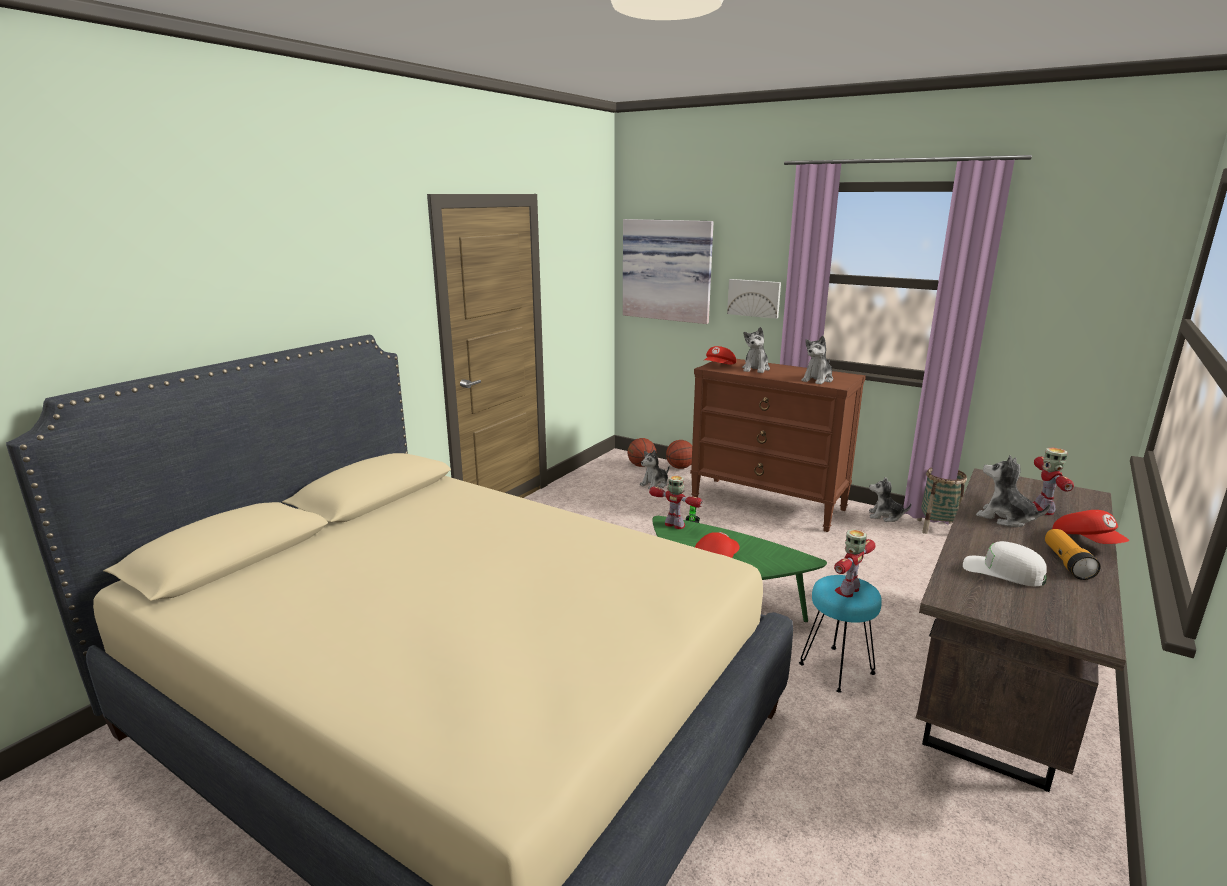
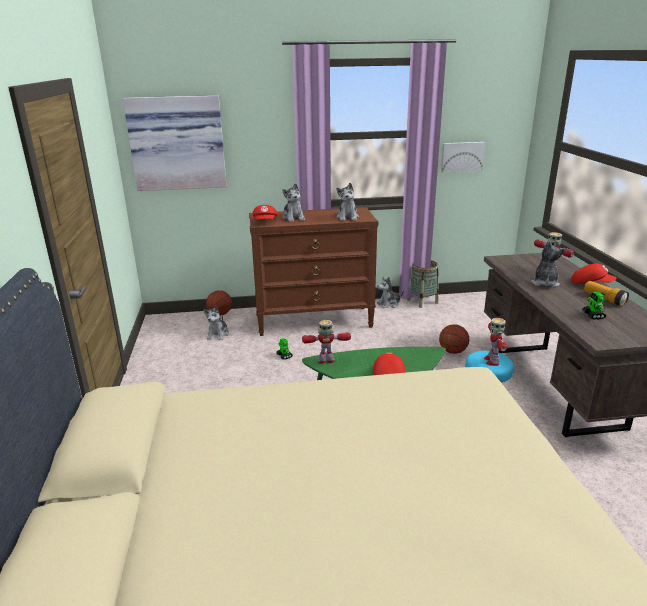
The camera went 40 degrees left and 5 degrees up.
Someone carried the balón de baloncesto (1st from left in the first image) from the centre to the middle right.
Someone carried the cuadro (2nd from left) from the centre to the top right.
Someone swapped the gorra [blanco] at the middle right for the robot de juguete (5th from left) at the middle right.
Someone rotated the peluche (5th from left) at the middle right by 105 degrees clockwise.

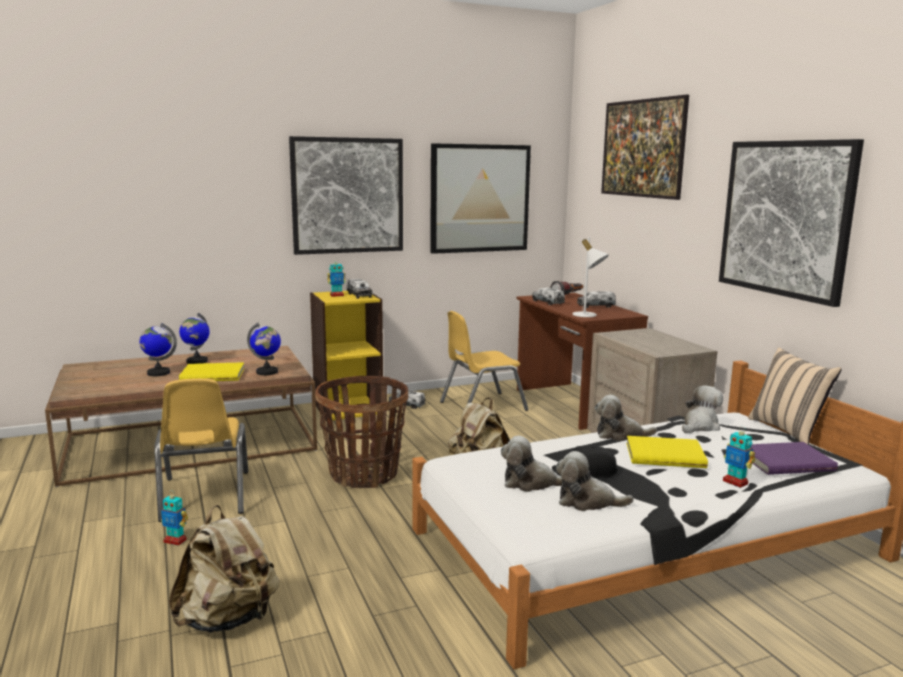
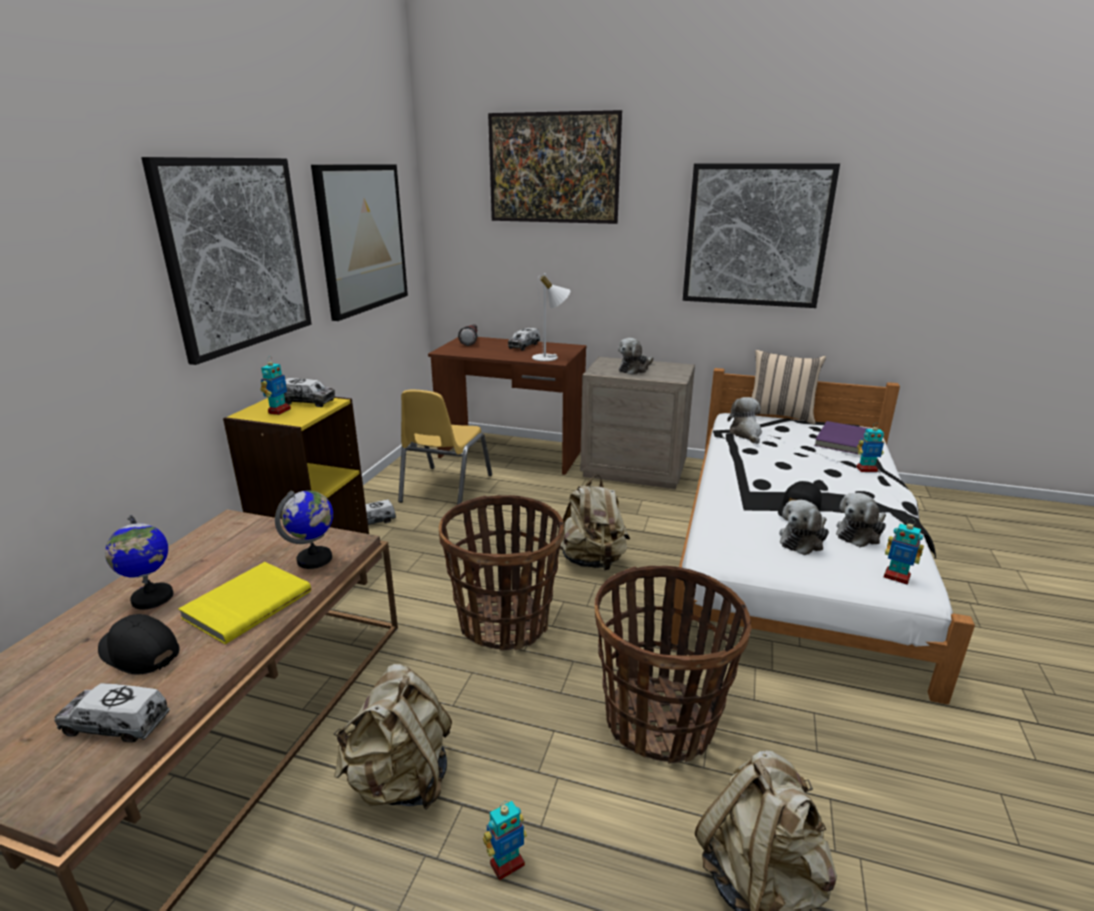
The camera went 50 degrees left and 10 degrees up.
Someone swapped the globo terráqueo (1st from left) at the middle left for the gorra [negro] (1st from left) at the bottom left.
Someone swapped the silla [amarillo] (1st from left) at the middle left for the mochila [beis] (1st from left) at the bottom centre.
Someone carried the camión de juguete (3rd from left in the first image) from the centre to the bottom left.
Someone carried the peluche (3rd from left in the first image) from the middle right to the centre.
Someone took away the libro [amarillo] (2nd from left) at the bottom right.
Someone put down the cesta (2nd from left) at the bottom centre.
Someone put down the robot de juguete (4th from left) at the middle right.

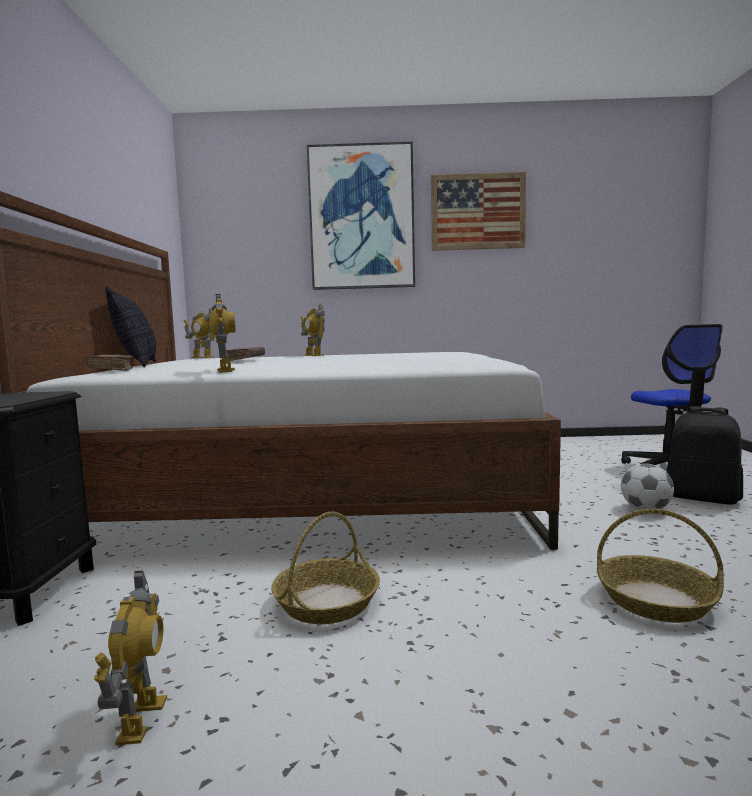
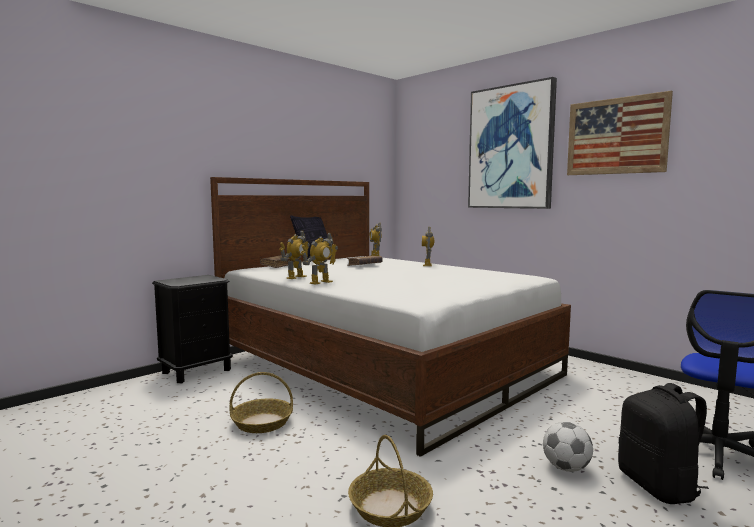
The camera went 45 degrees right and 0 degrees up.
Someone carried the robot de juguete (1st from left in the first image) from the bottom left to the centre.

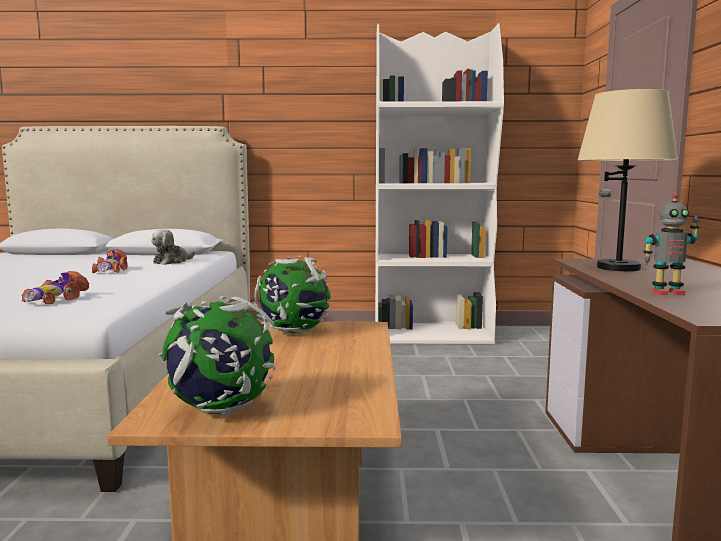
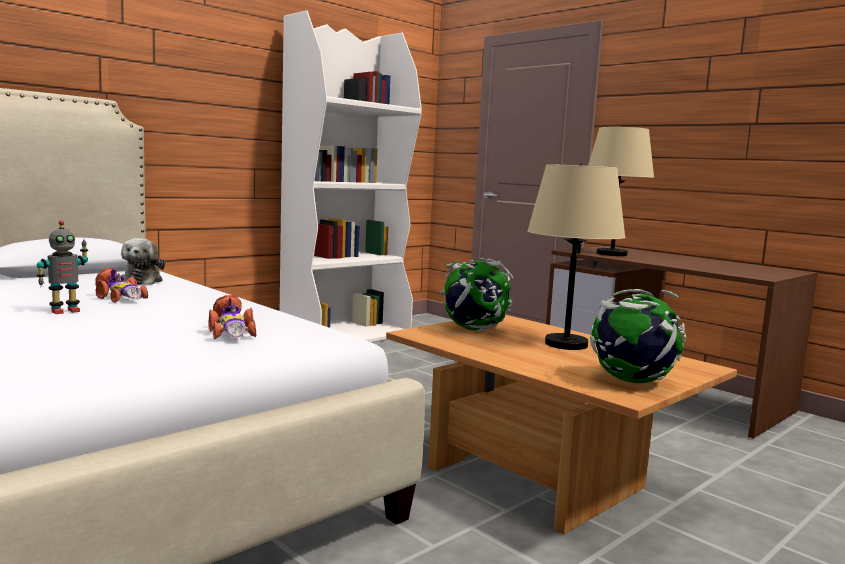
The camera went 45 degrees left and 0 degrees up.
Someone carried the robot de juguete from the middle right to the middle left.
Someone put down the lámpara de mesa [beis] (1st from left) at the middle right.

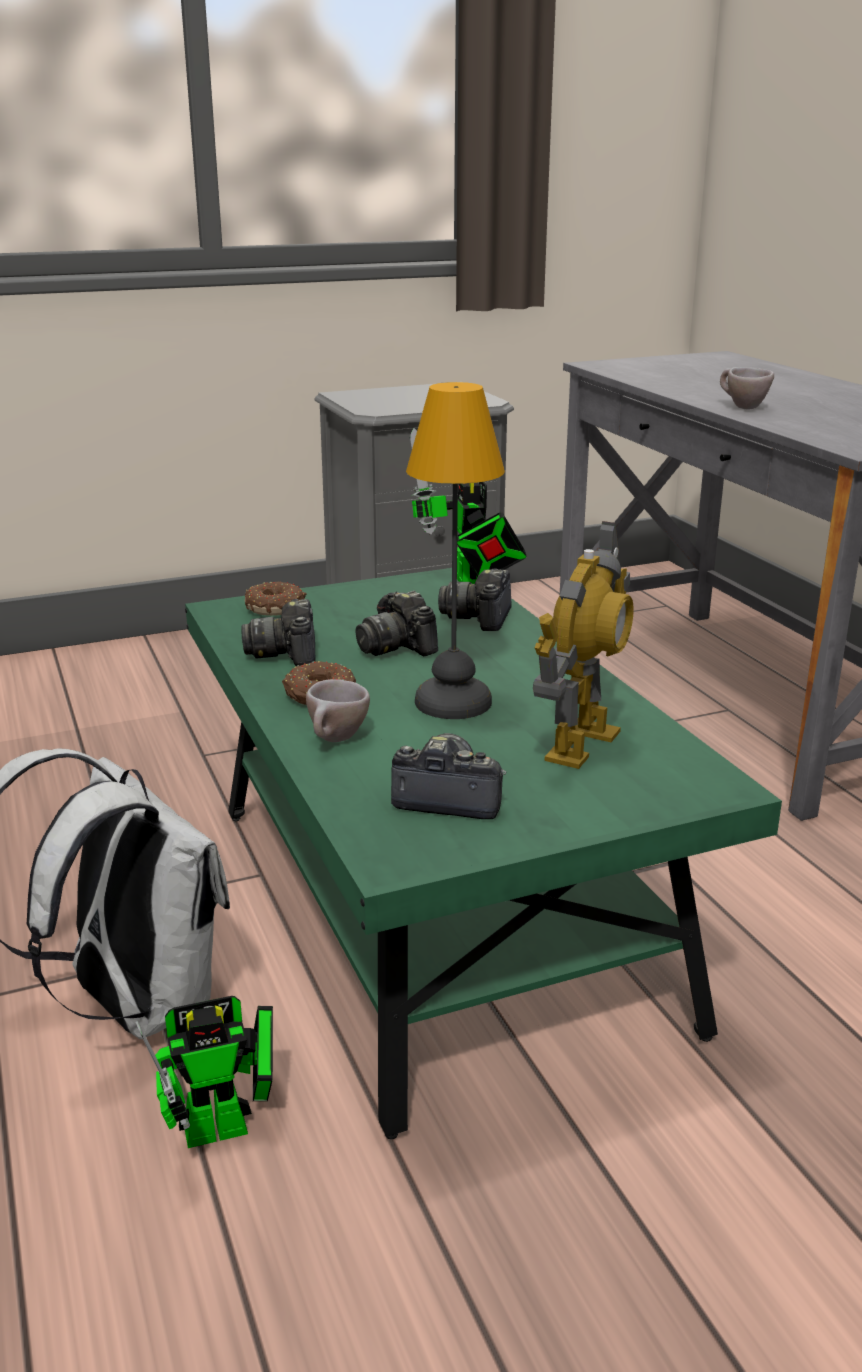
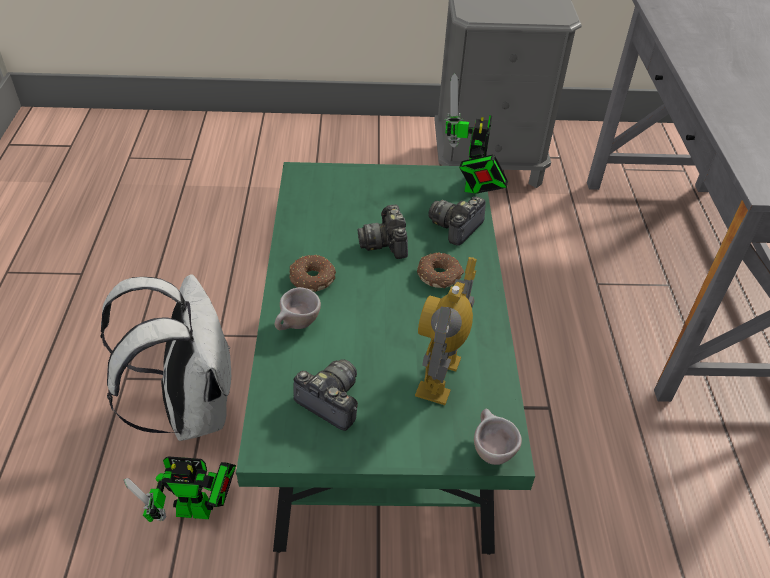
The camera went 20 degrees right and 20 degrees up.
Someone took away the cámara (1st from left) at the middle left.
Someone carried the rosquilla (1st from left in the first image) from the middle left to the centre.
Someone took away the lámpara de mesa at the centre.
Someone rotated the robot de juguete (3rd from left in the first image) at the middle right by 150 degrees clockwise.
Someone carried the taza [beis] (2nd from left) from the top right to the bottom centre.

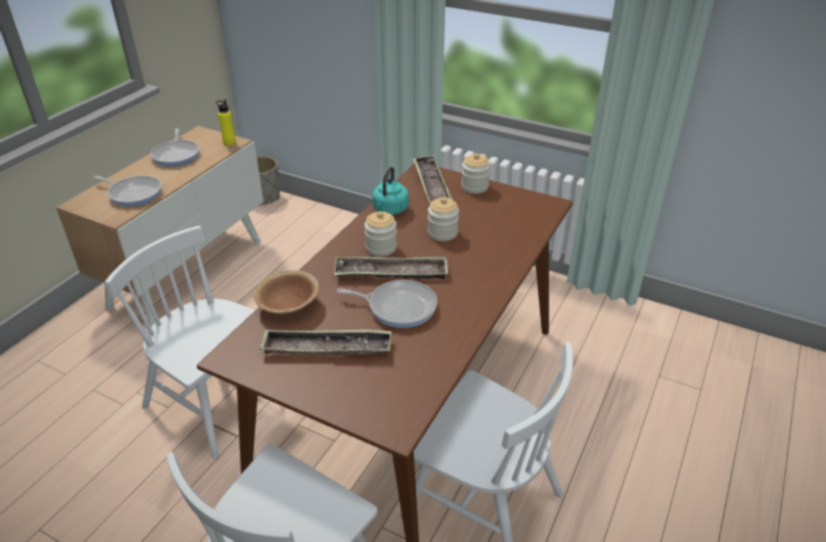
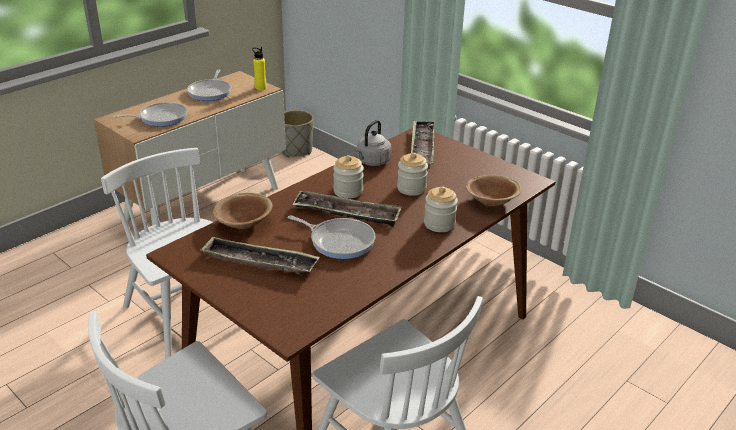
The camera went 15 degrees right and 5 degrees down.
Someone rotated the sartén (1st from left) at the middle left by 60 degrees counterclockwise.
Someone repainted the hervidor [turquesa] at the centre, which became the hervidor [gris] at the top centre.
Someone carried the tarro (3rd from left) from the top centre to the centre.
Someone put down the cuenco [marrón] (2nd from left) at the middle right.

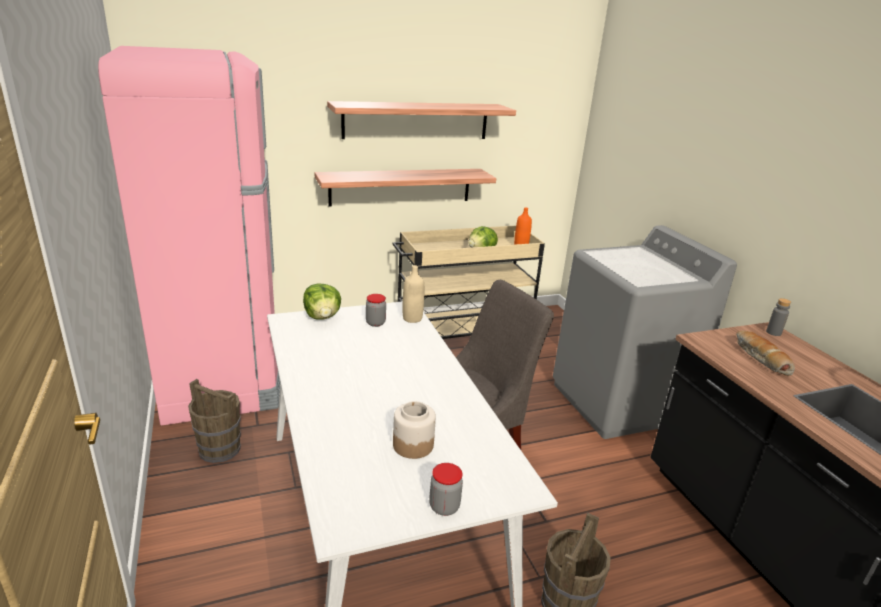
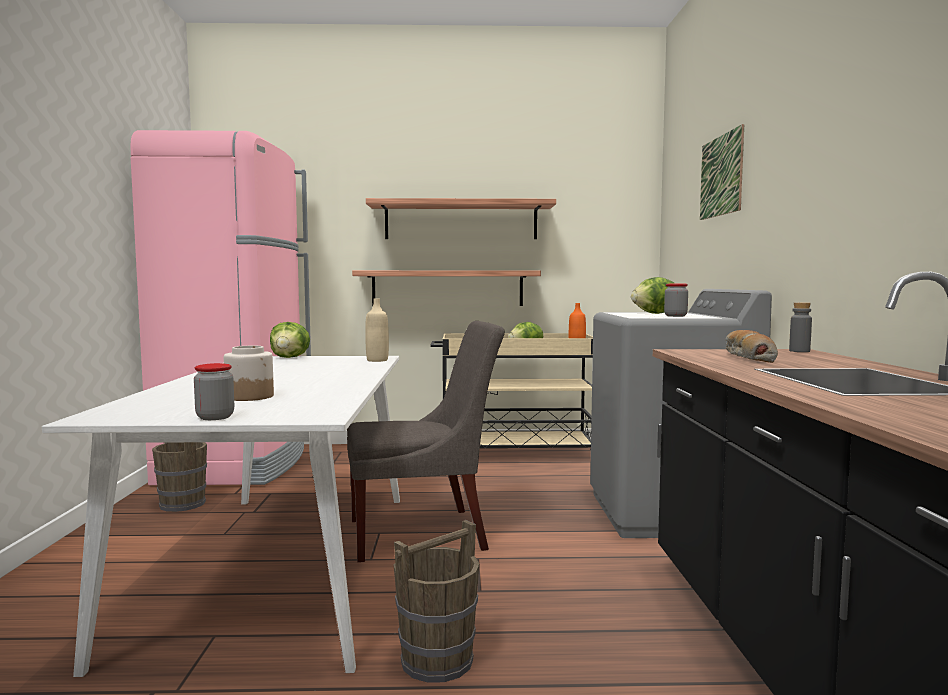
The camera went 20 degrees right and 20 degrees down.
Someone carried the tarro (1st from left in the first image) from the centre to the middle right.
Someone put down the lechuga (3rd from left) at the middle right.
Someone put up the cuadro at the top right.

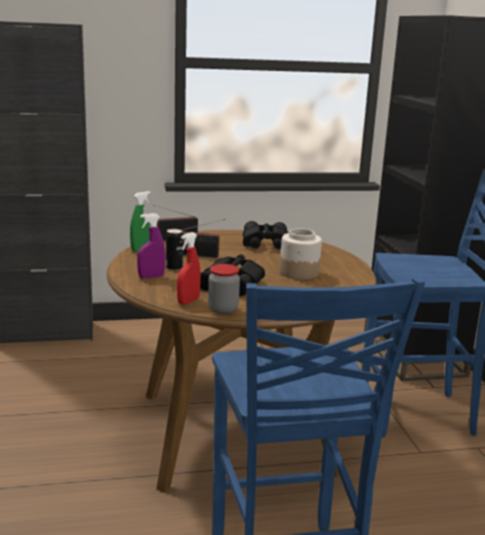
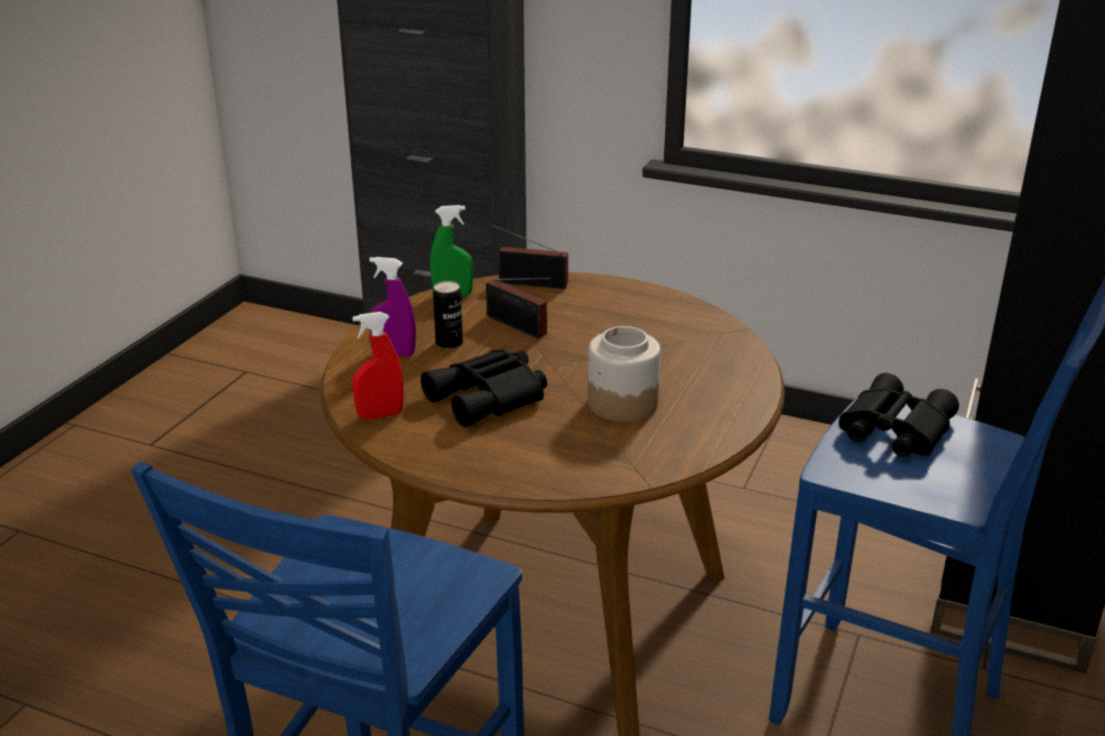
The camera went 35 degrees right and 10 degrees up.
Someone took away the tarro (1st from left) at the centre.
Someone carried the prismáticos [negro] (2nd from left) from the centre to the middle right.

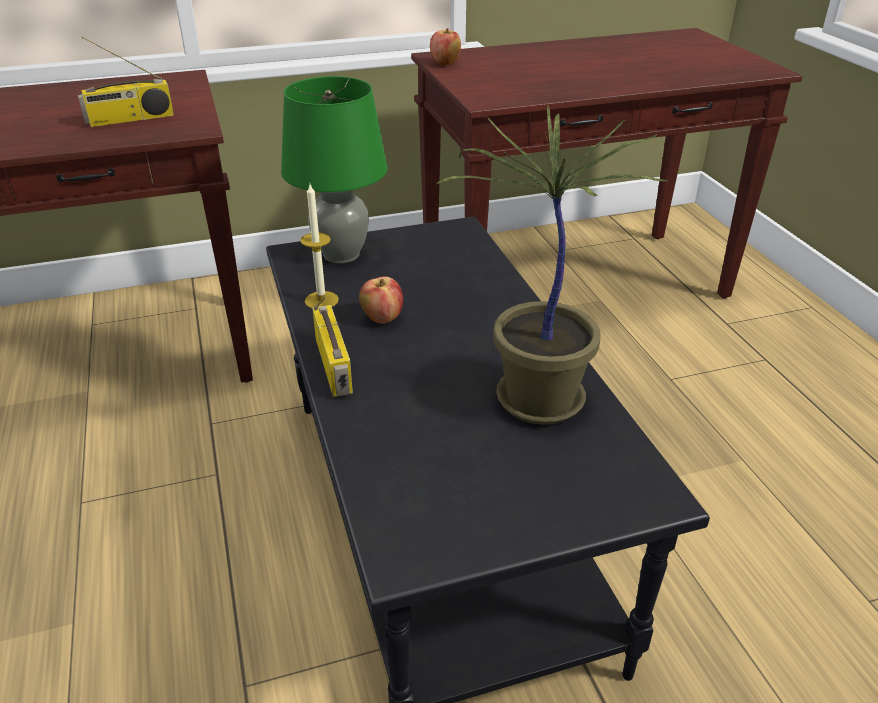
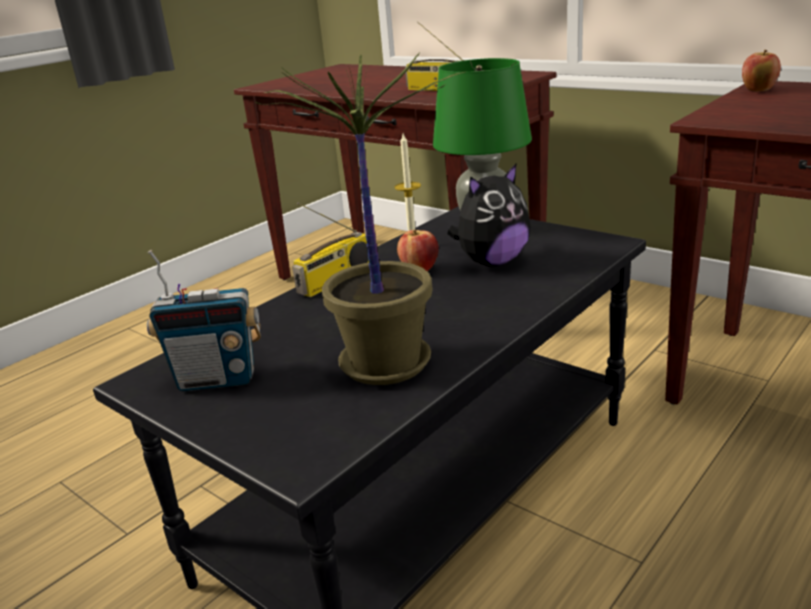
The camera went 60 degrees right and 10 degrees down.
Someone put down the radio (1st from left) at the middle left.
Someone put down the peluche at the centre.

